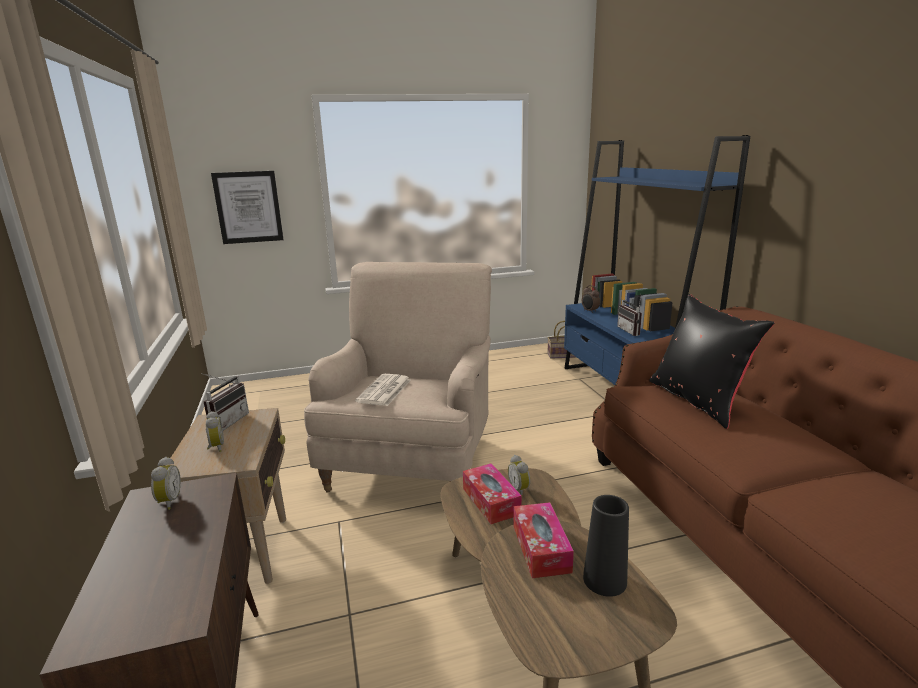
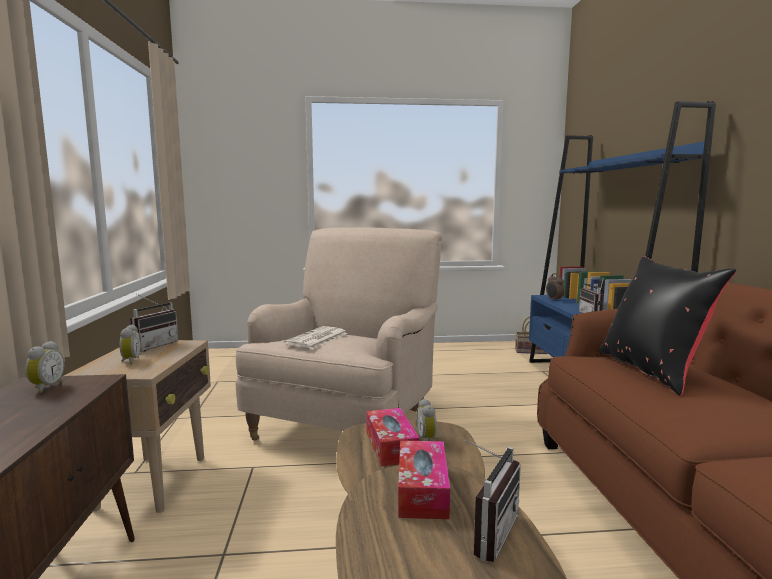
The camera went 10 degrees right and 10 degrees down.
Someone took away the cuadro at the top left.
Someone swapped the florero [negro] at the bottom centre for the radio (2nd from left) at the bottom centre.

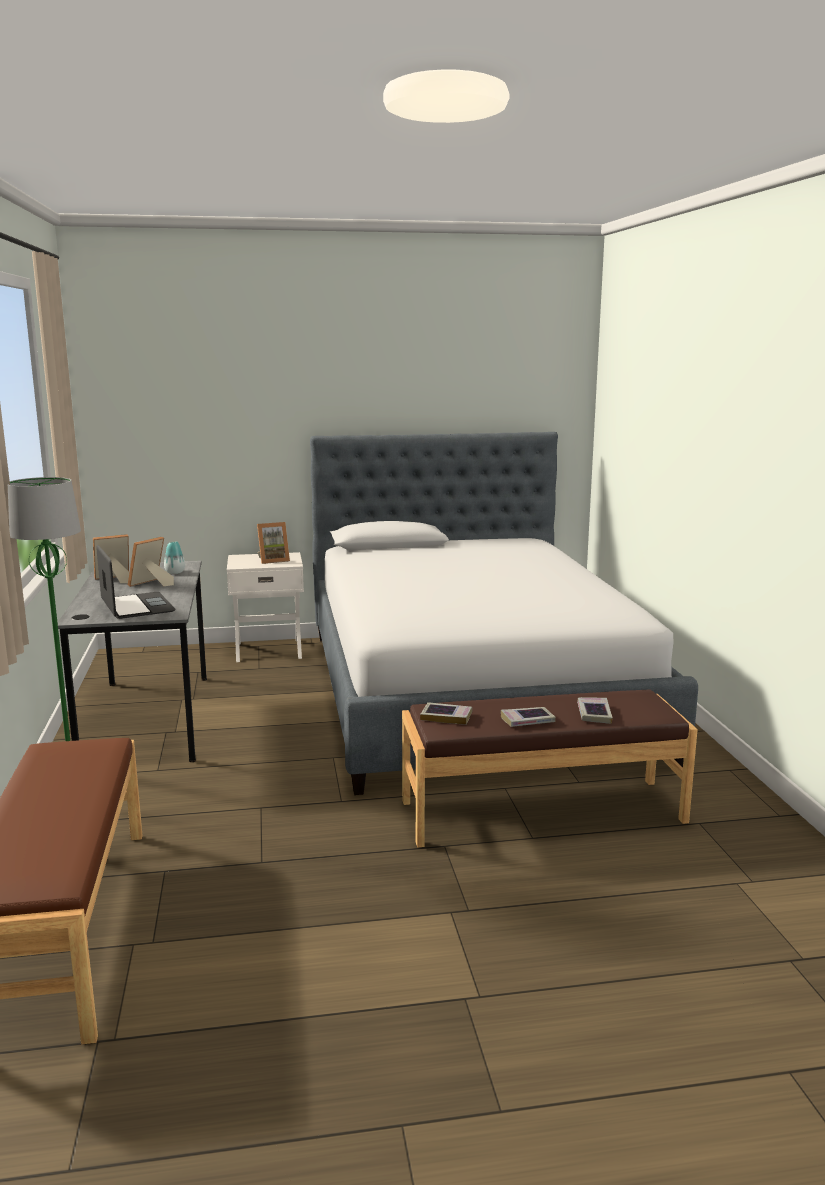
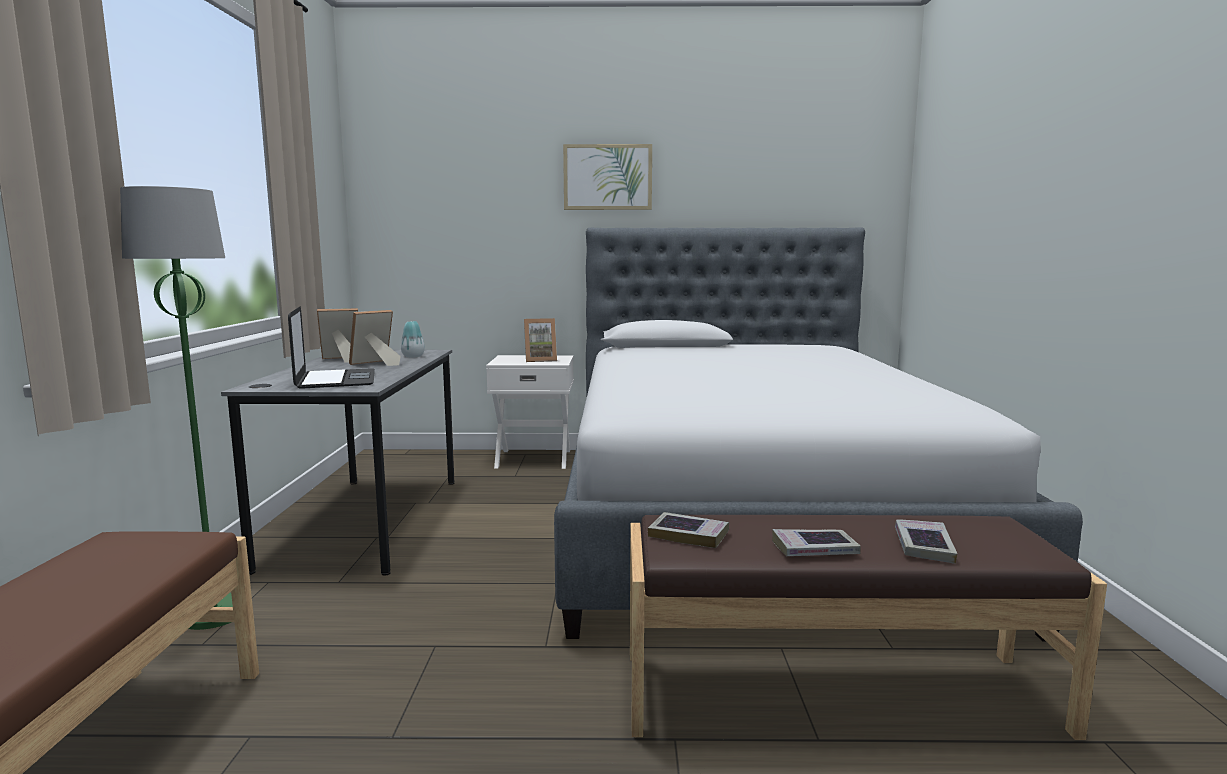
The camera went 10 degrees right and 5 degrees down.
Someone put up the cuadro at the top centre.

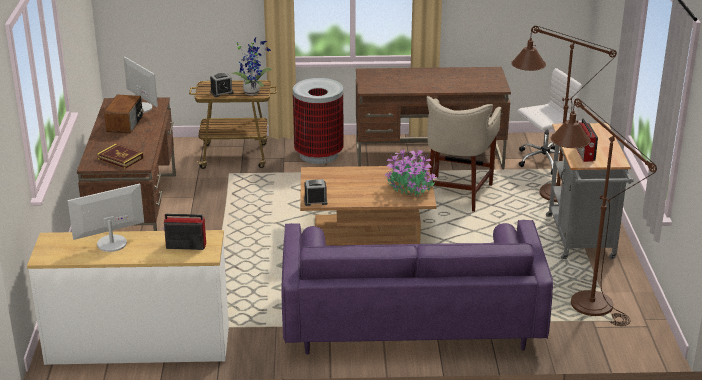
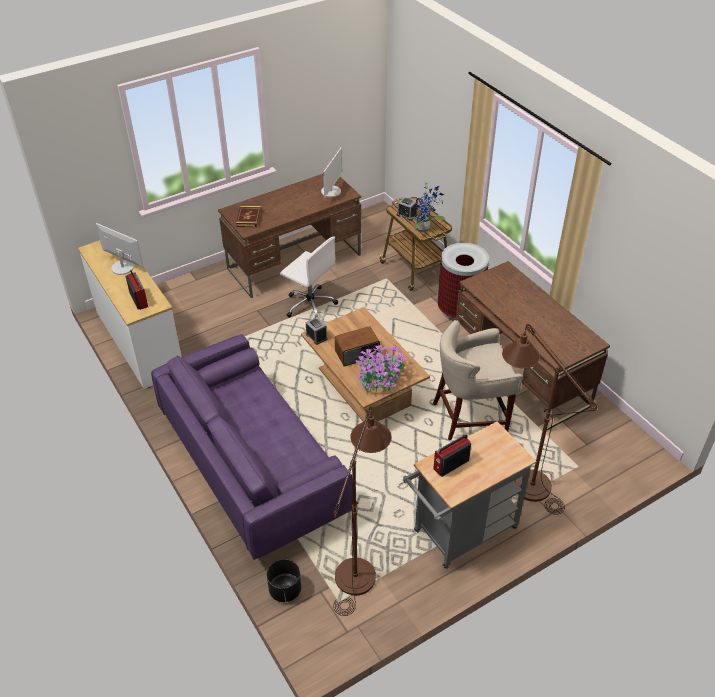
The camera went 60 degrees right and 15 degrees up.
Someone carried the radio (1st from left in the first image) from the top left to the centre.
Someone carried the silla de oficina [blanco] from the top right to the centre.
Someone put down the maceta [negro] at the bottom centre.

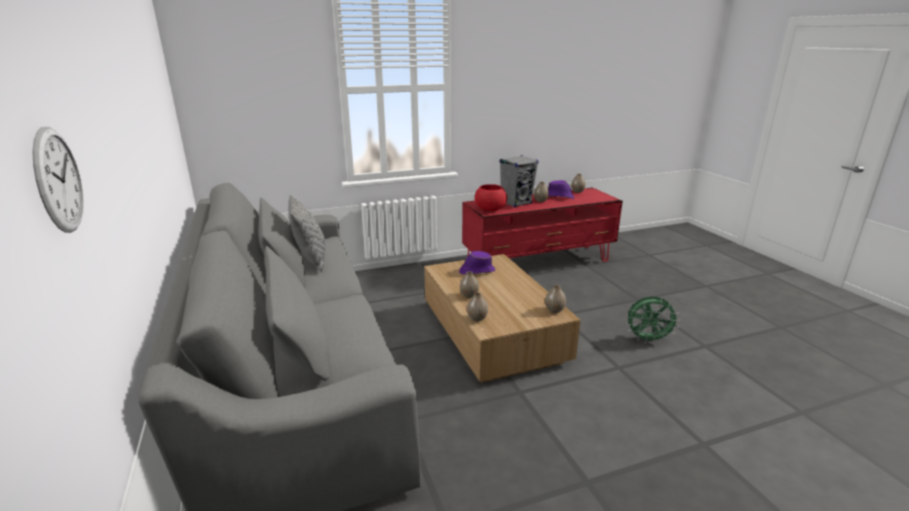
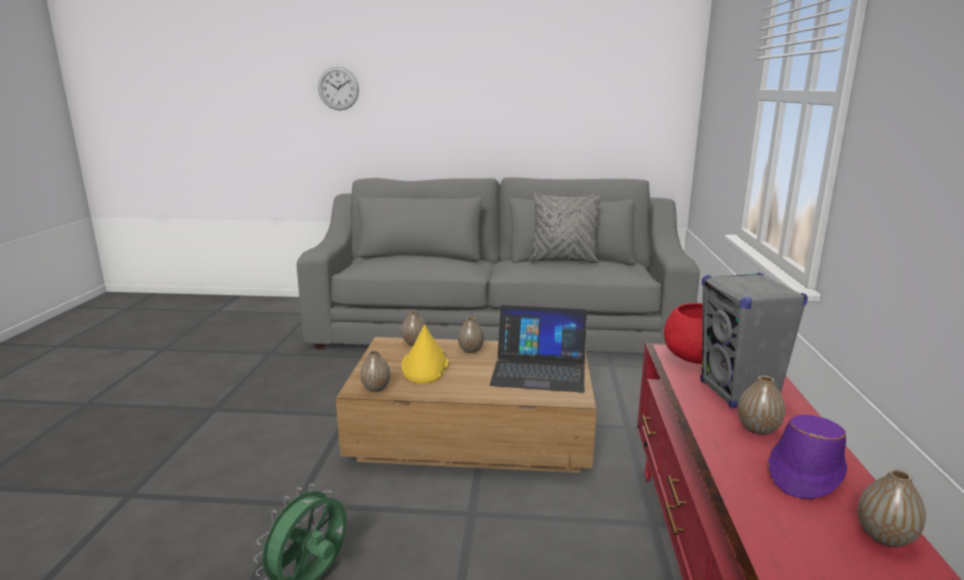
The camera went 115 degrees right and 5 degrees down.
Someone swapped the sombrero [morado] (1st from left) at the centre for the portátil at the centre.
Someone put down the sombrero [amarillo] at the centre.

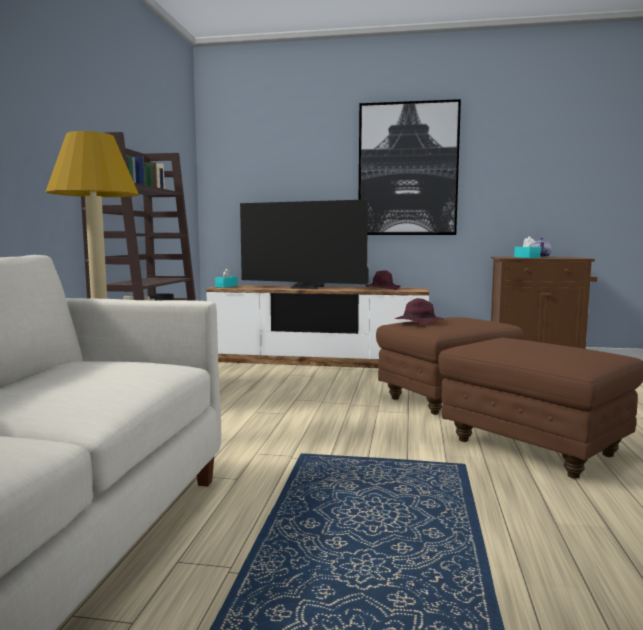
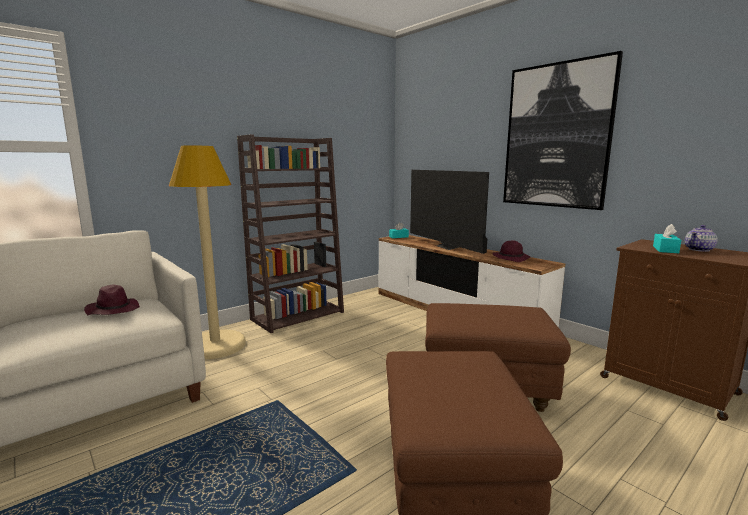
The camera went 40 degrees right and 5 degrees up.
Someone carried the sombrero [morado] (2nd from left in the first image) from the centre to the middle left.

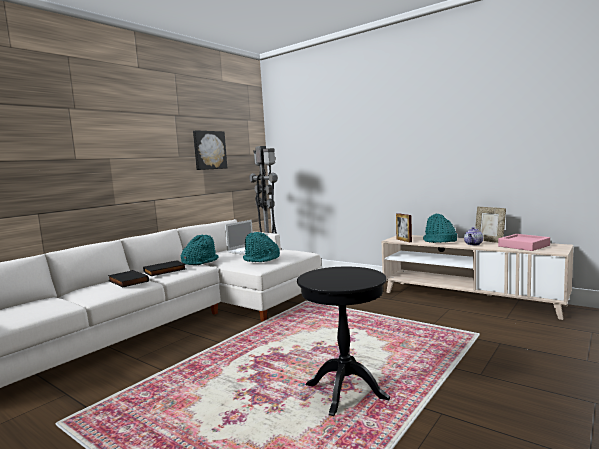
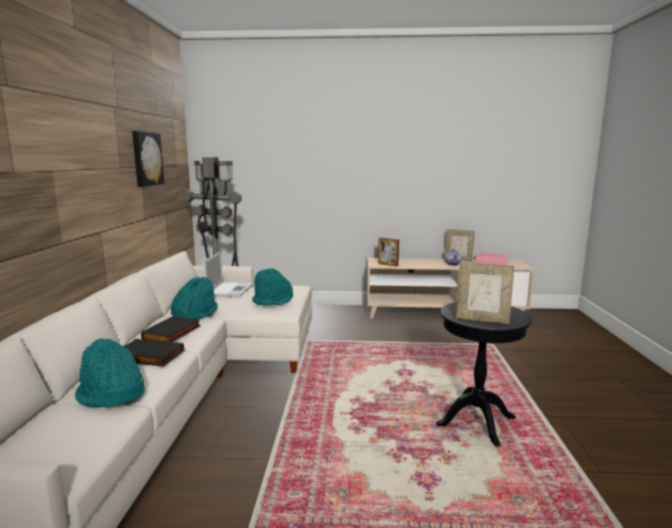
The camera went 35 degrees left and 5 degrees up.
Someone carried the sombrero [turquesa] (3rd from left in the first image) from the middle right to the bottom left.
Someone put down the portarretratos (3rd from left) at the middle right.

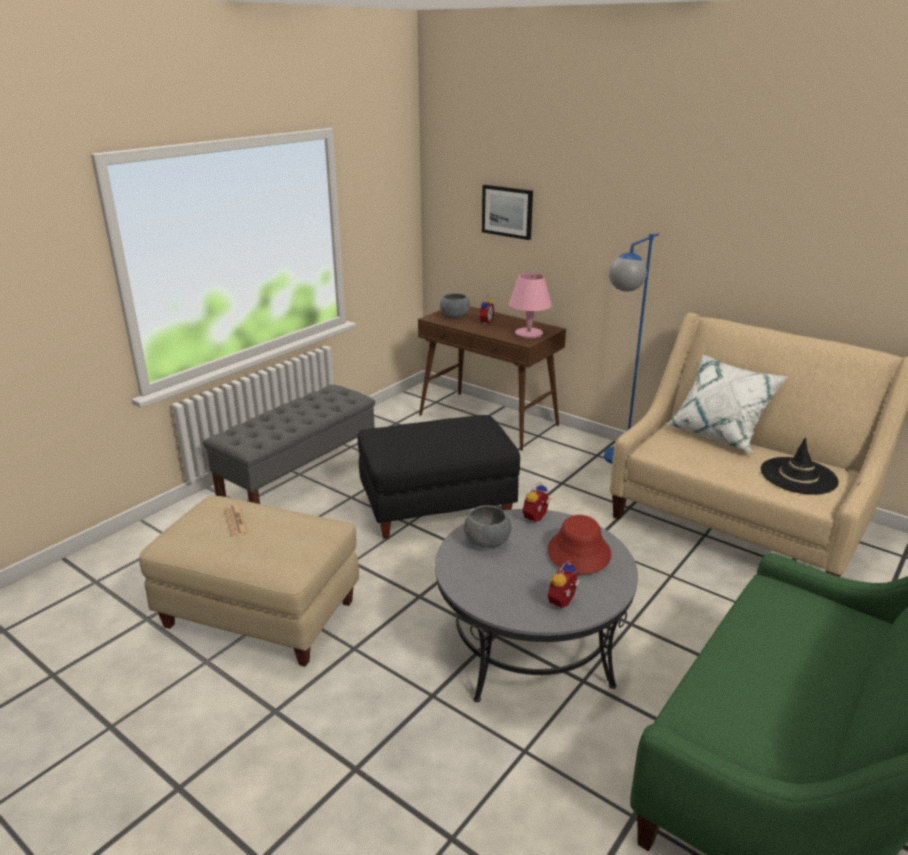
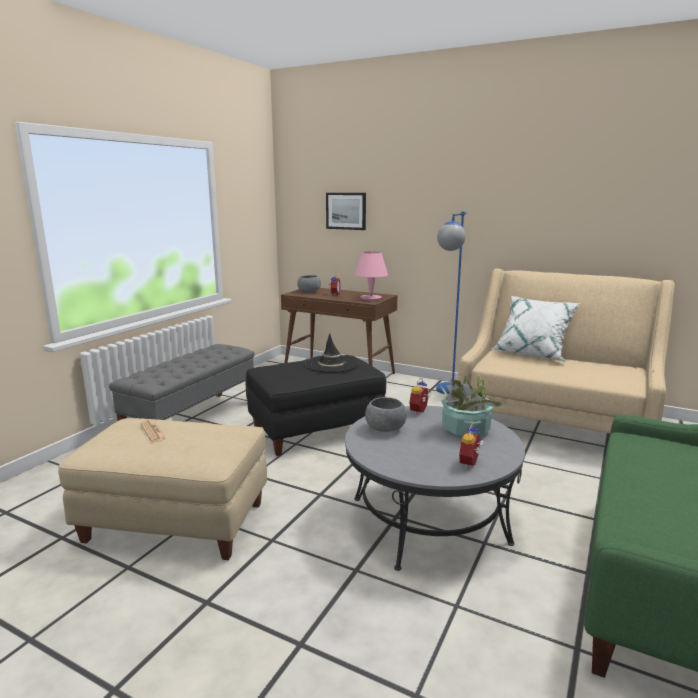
The camera went 10 degrees left and 10 degrees down.
Someone swapped the sombrero [rojo] at the centre for the planta en maceta at the middle right.
Someone carried the sombrero [negro] from the middle right to the centre.

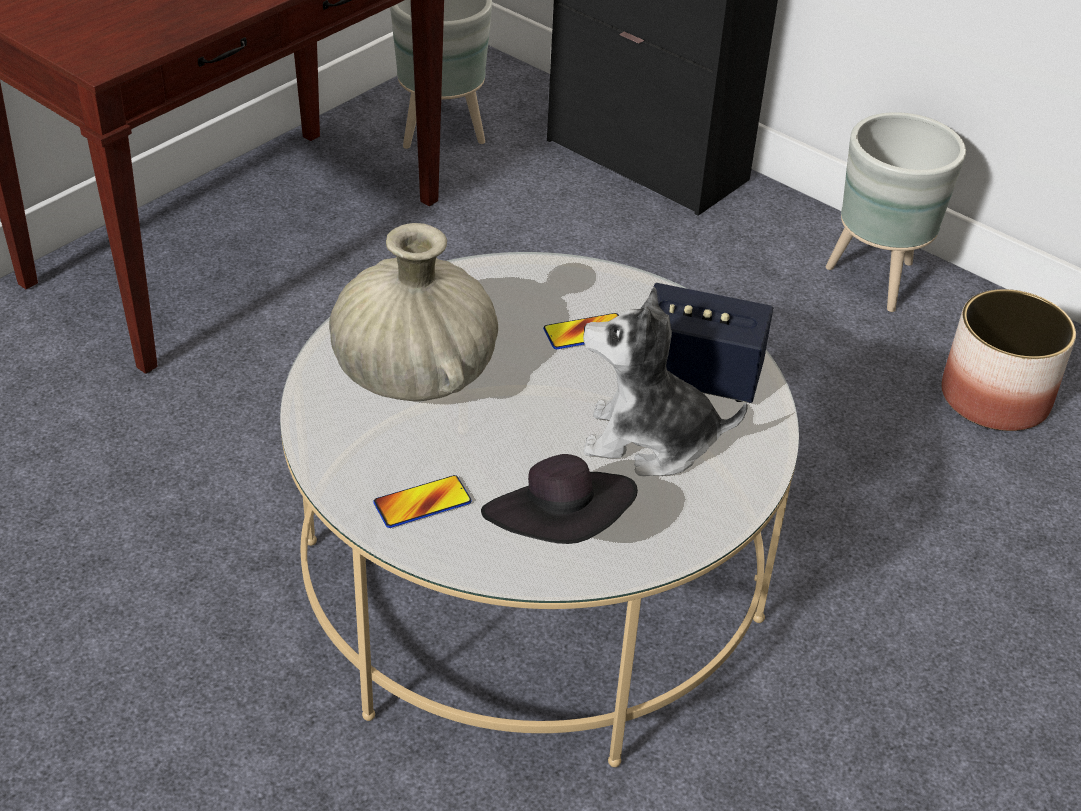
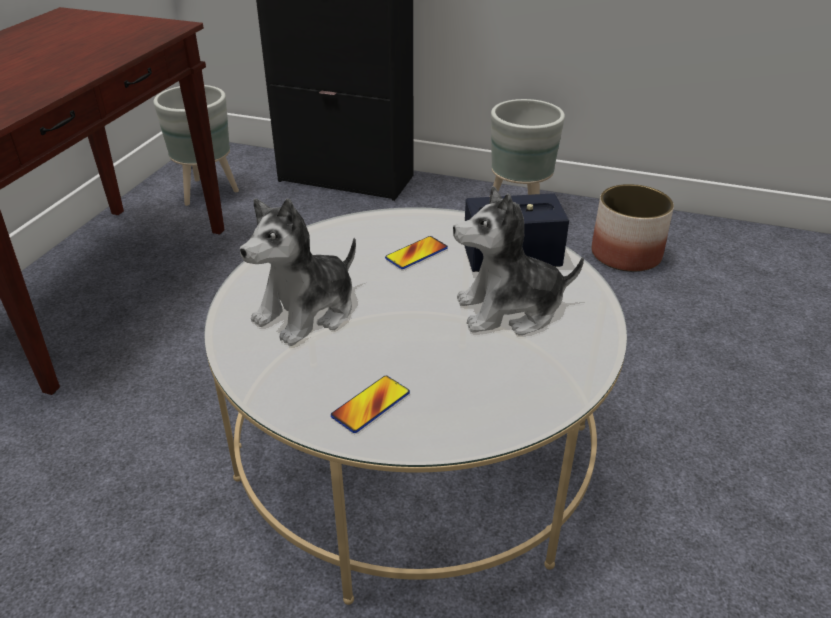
The camera went 20 degrees left and 5 degrees down.
Someone swapped the florero [beis] at the centre for the peluche (1st from left) at the centre.
Someone took away the sombrero [negro] at the centre.

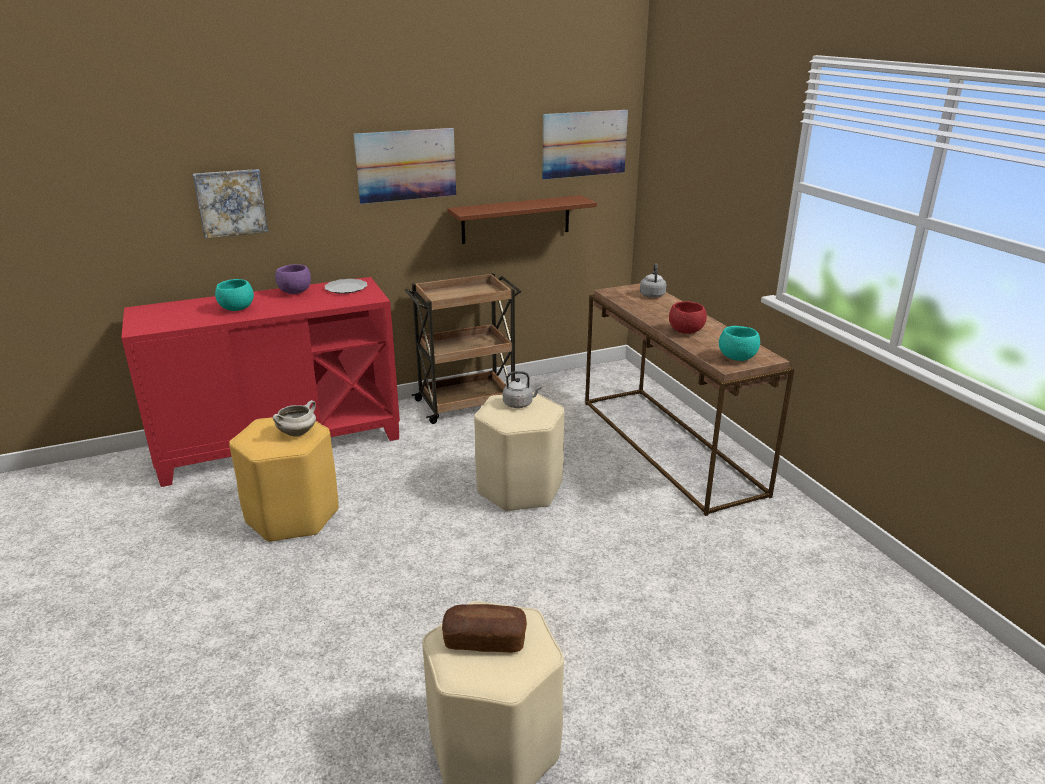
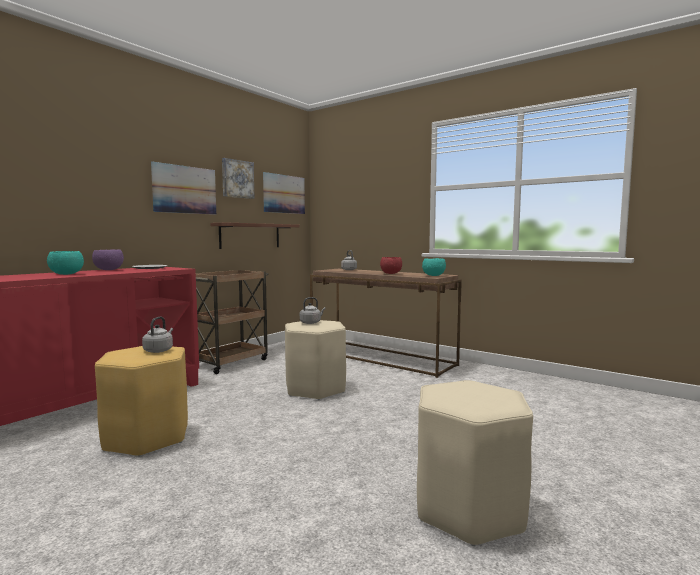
The camera went 30 degrees left and 20 degrees down.
Someone carried the cuadro (1st from left in the first image) from the top left to the top centre.
Someone swapped the olla [blanco] at the middle left for the hervidor [gris] (1st from left) at the middle left.
Someone took away the pan at the bottom centre.

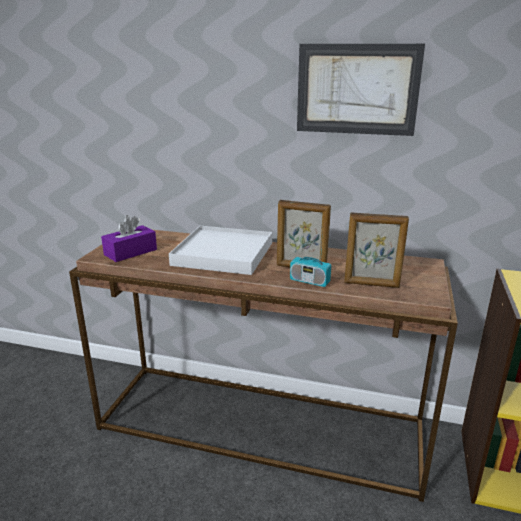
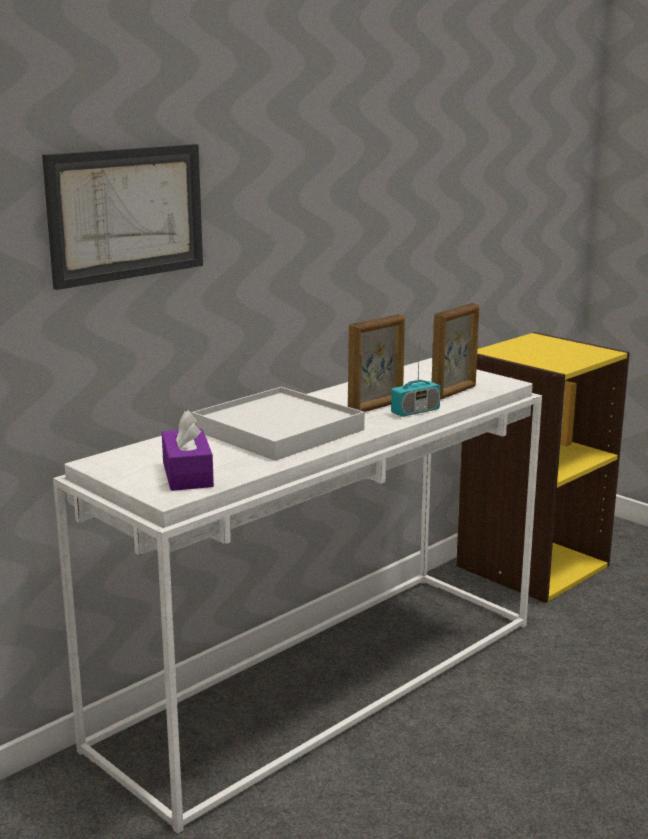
The camera went 60 degrees left and 5 degrees down.
Someone repainted the mesa consola [marrón] at the bottom centre, which became the mesa consola [blanco] at the bottom centre.
Someone carried the cuadro from the top right to the top left.

